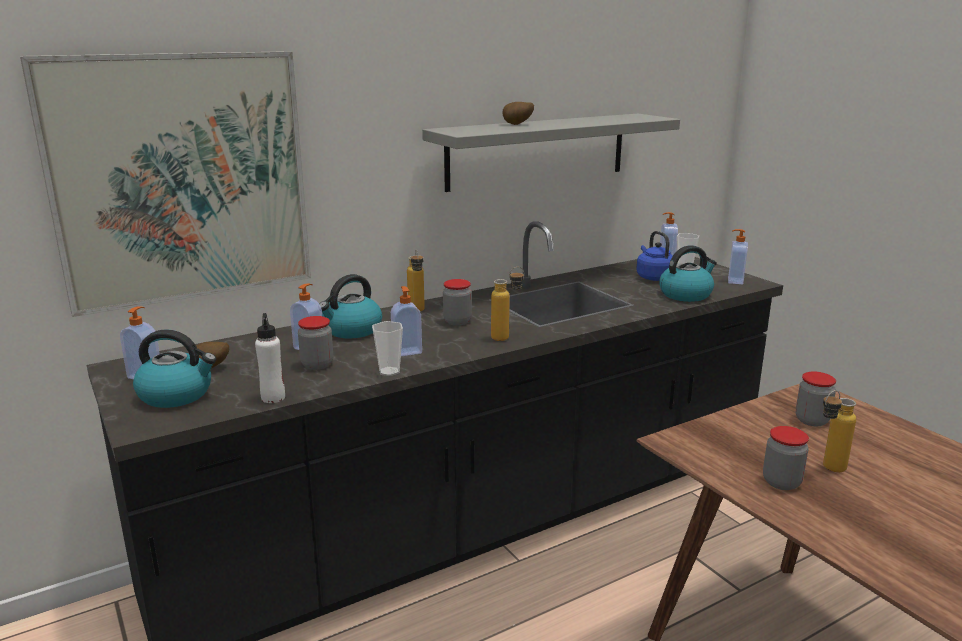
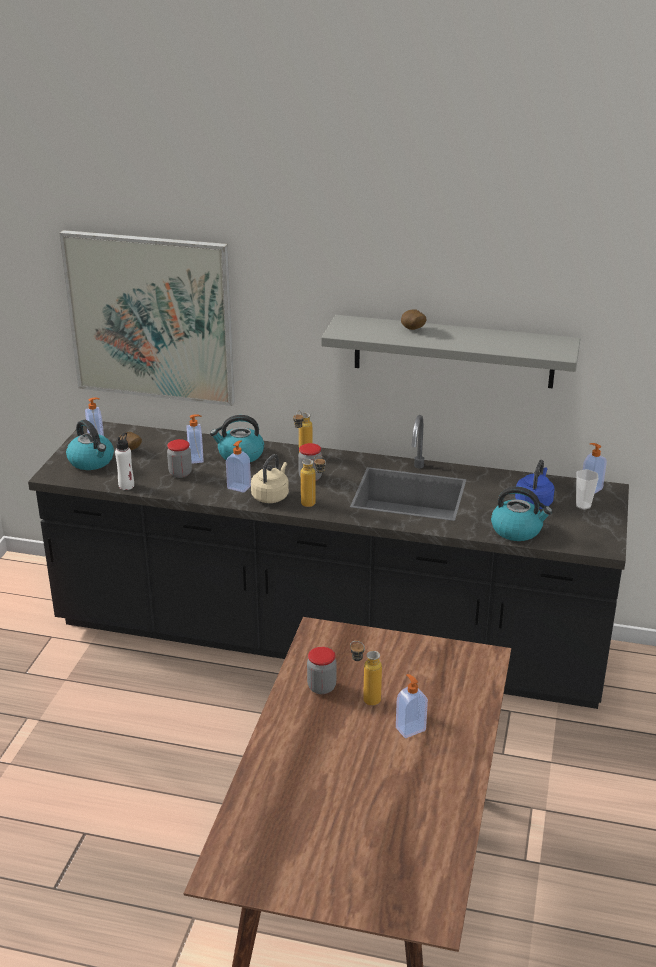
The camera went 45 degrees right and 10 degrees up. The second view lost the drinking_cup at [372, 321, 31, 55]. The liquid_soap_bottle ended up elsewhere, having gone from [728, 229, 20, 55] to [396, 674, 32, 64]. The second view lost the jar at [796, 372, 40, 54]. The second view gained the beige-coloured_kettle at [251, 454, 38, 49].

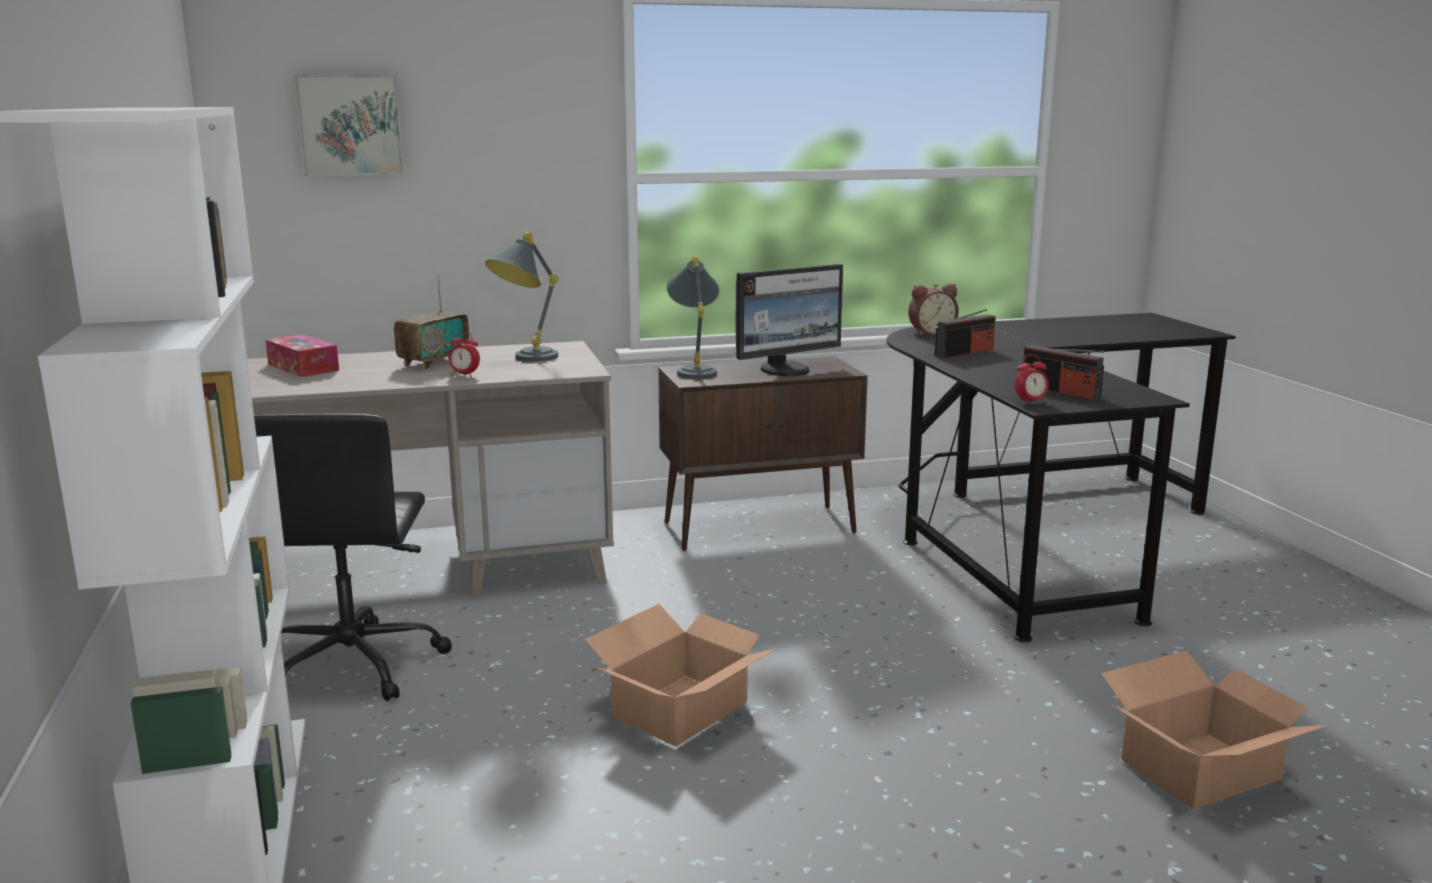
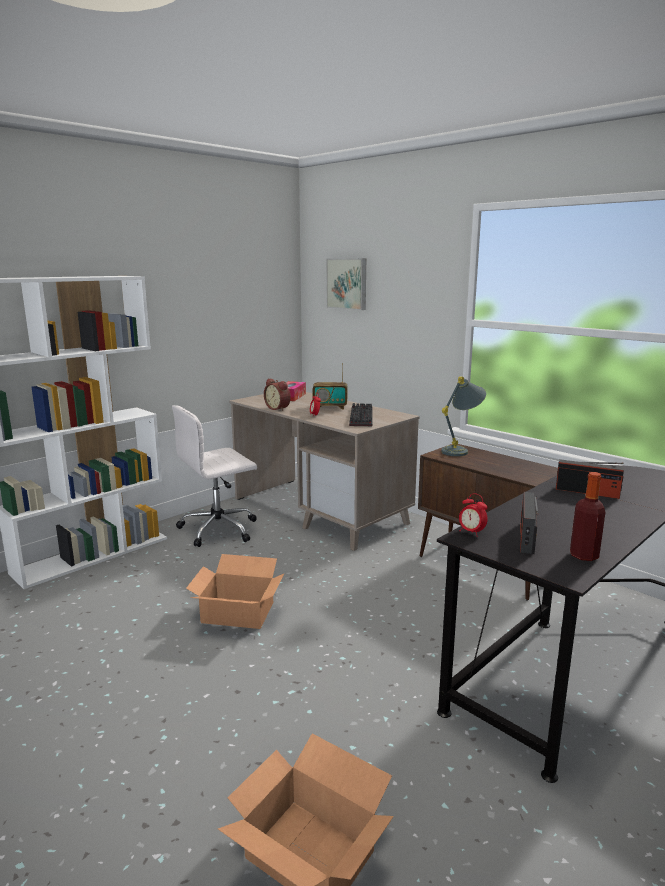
The camera went 60 degrees right and 0 degrees up. What was the black_desk_chair at [254, 414, 198, 287] turned into the whitish_desk_chair at [172, 405, 85, 142]. Where the gray_lamp_for_a_table stood at [485, 232, 74, 130], the PC_keyboard came to stand at [349, 403, 24, 23]. The second view lost the computer_screen at [736, 264, 107, 112]. The table_clock ended up elsewhere, having gone from [908, 284, 51, 52] to [264, 378, 27, 33]. The second view gained the beverage_bottle at [570, 472, 36, 89].

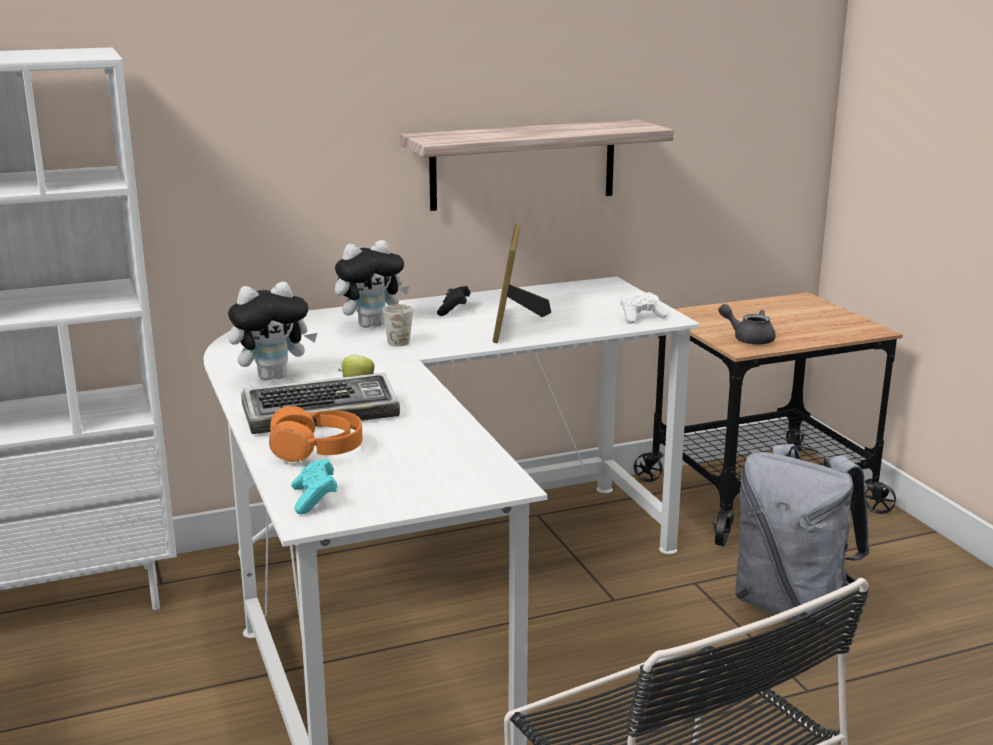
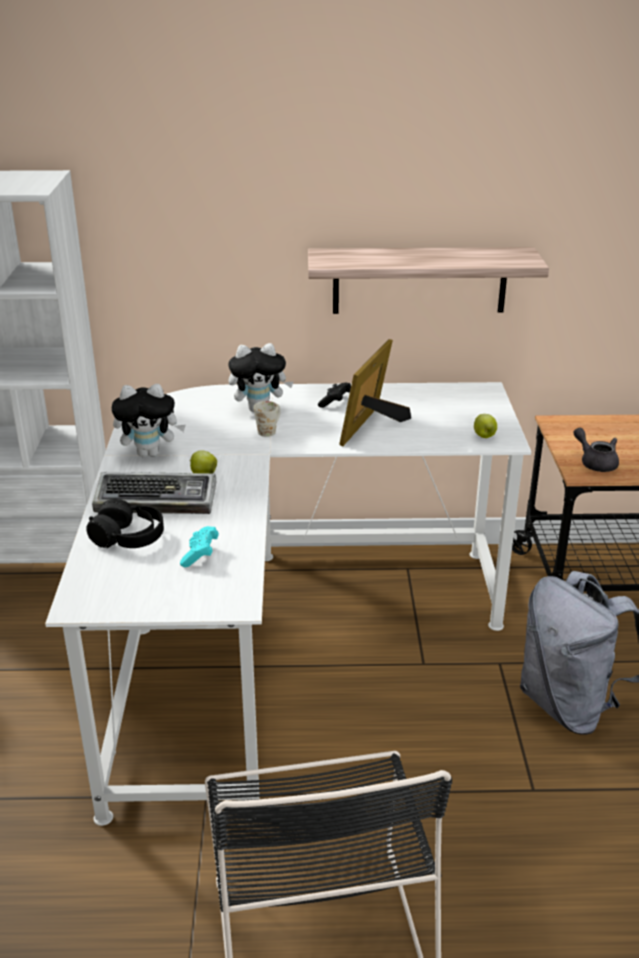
The camera went 20 degrees right and 10 degrees up. What was the orange_headphones at [269, 406, 94, 56] turned into the black_headphones at [87, 499, 77, 49]. The turquoise_gamepad ended up elsewhere, having gone from [291, 459, 47, 56] to [180, 526, 39, 41]. Where the whitish_gamepad stood at [620, 292, 47, 32], the apple came to stand at [474, 414, 23, 24].

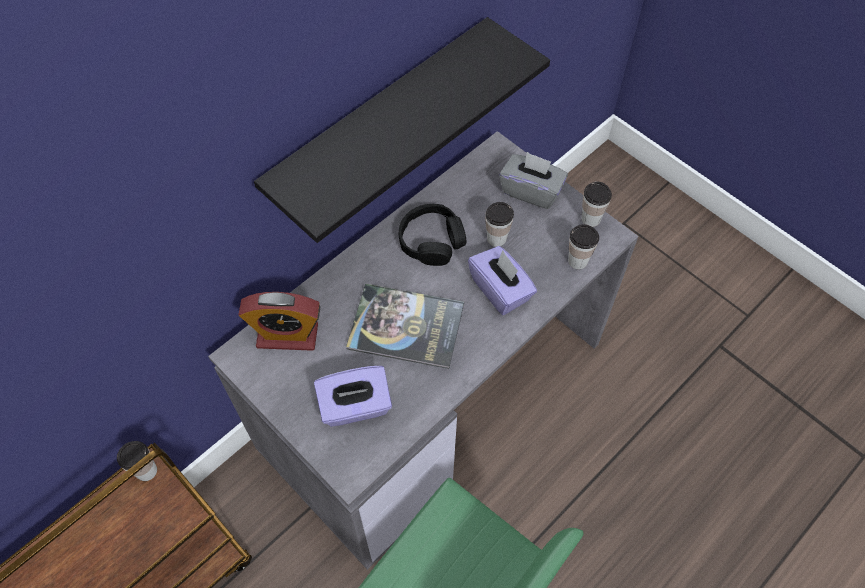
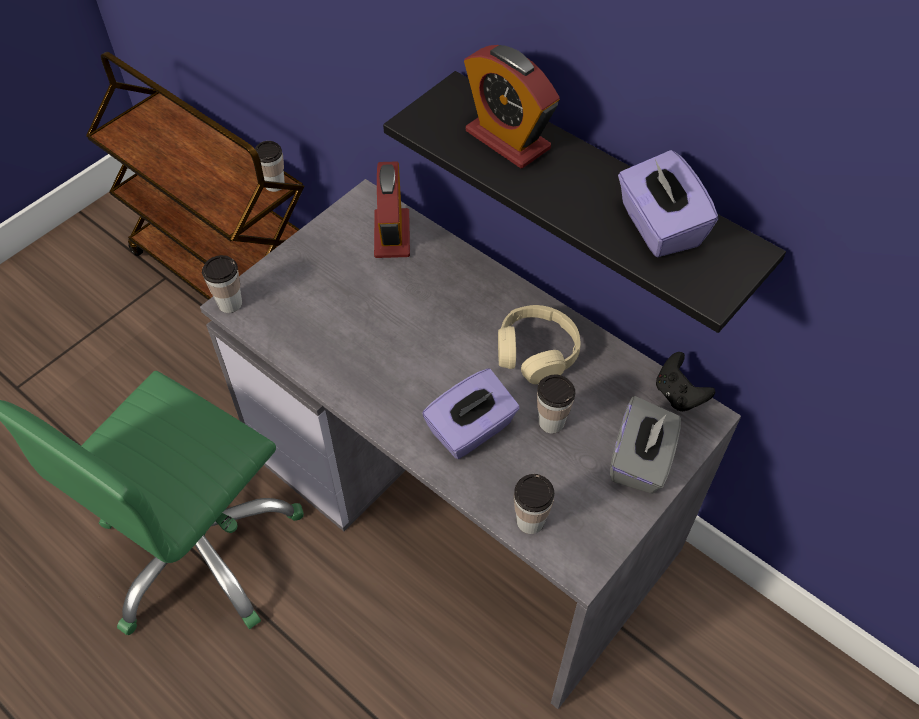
The camera went 85 degrees right and 5 degrees down. The purple_box_of_tissues ended up elsewhere, having gone from [314, 366, 78, 61] to [618, 150, 100, 107]. The second view lost the volume at [346, 284, 118, 85]. What was the black_headphones at [399, 204, 67, 62] turned into the beige-coloured_headphones at [498, 305, 83, 79]. The drinking_cup ended up elsewhere, having gone from [581, 182, 31, 45] to [202, 255, 40, 58]. The second view gained the table_clock at [464, 45, 96, 124]. The second view gained the black_gamepad at [656, 352, 59, 59].

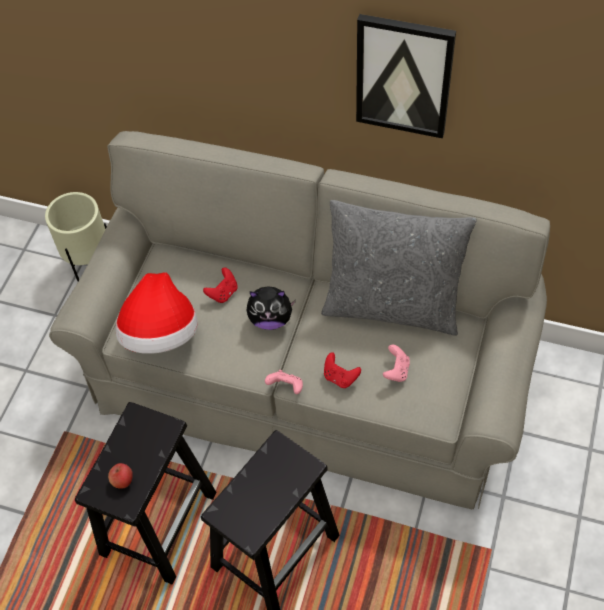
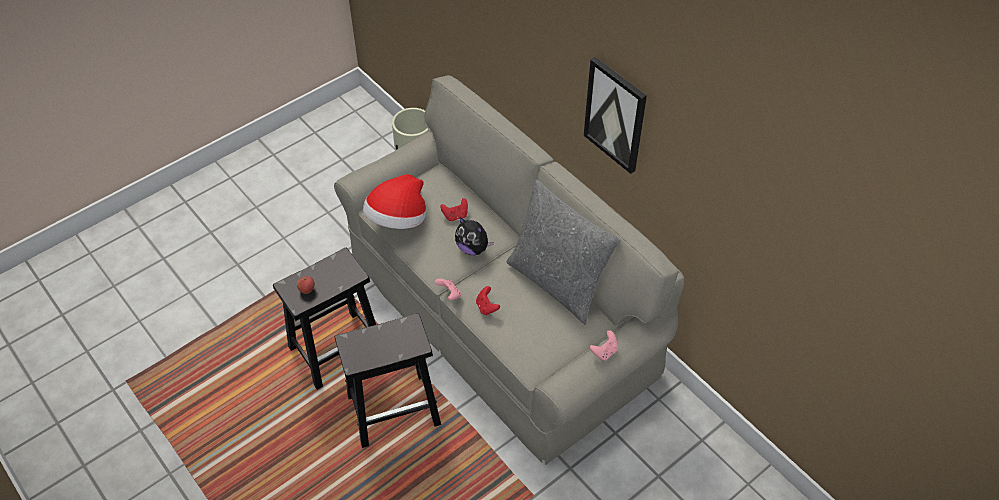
The camera went 30 degrees right and 5 degrees down. The pink_gamepad ended up elsewhere, having gone from [383, 345, 27, 37] to [590, 330, 28, 30].

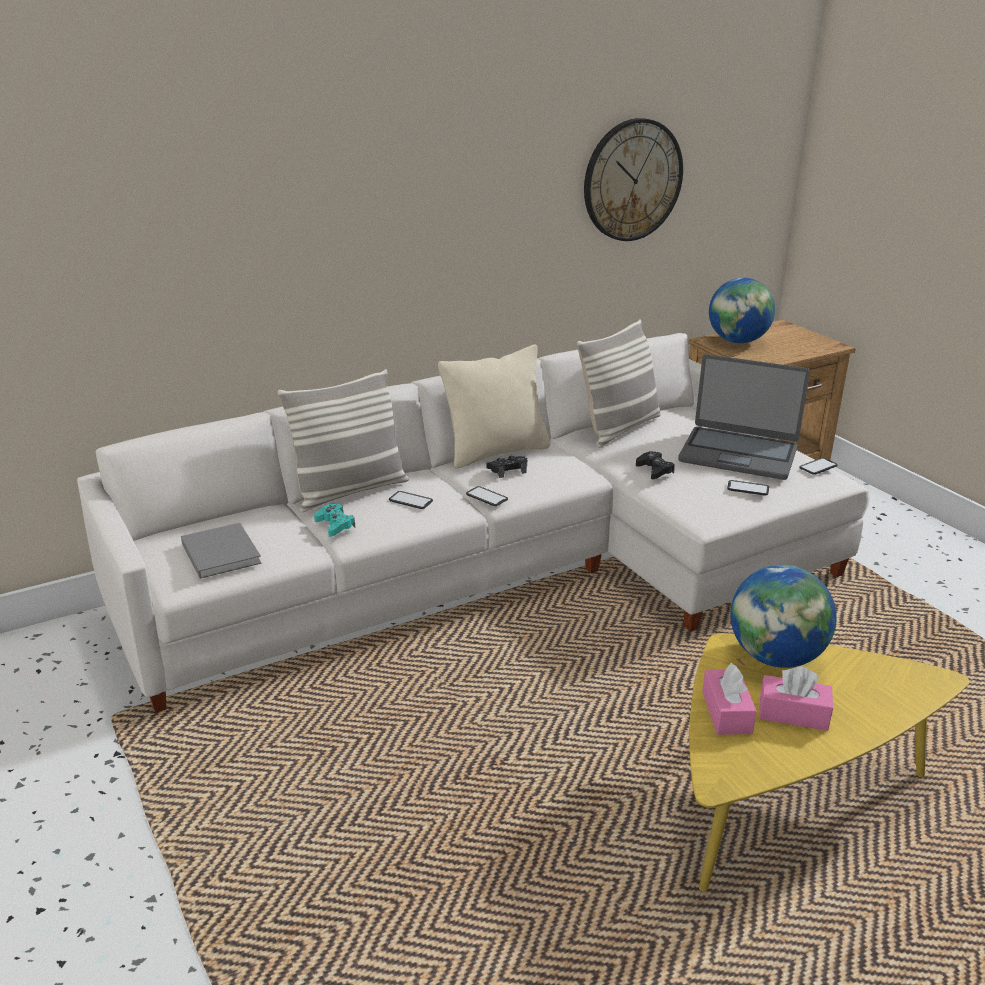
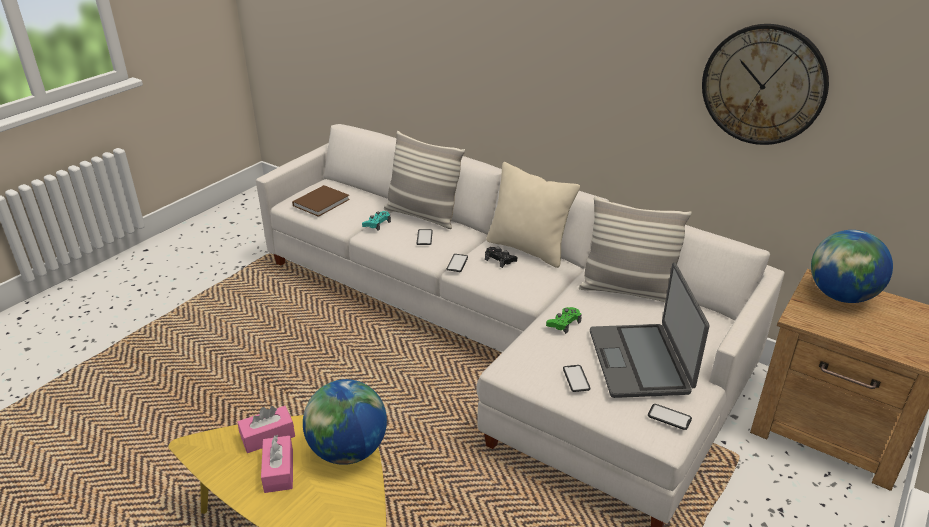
The camera went 65 degrees right and 5 degrees up. What was the gray_volume at [181, 523, 81, 56] turned into the brown-coloured_volume at [292, 185, 58, 32]. What was the black_gamepad at [636, 451, 39, 28] turned into the green_gamepad at [546, 307, 36, 27].

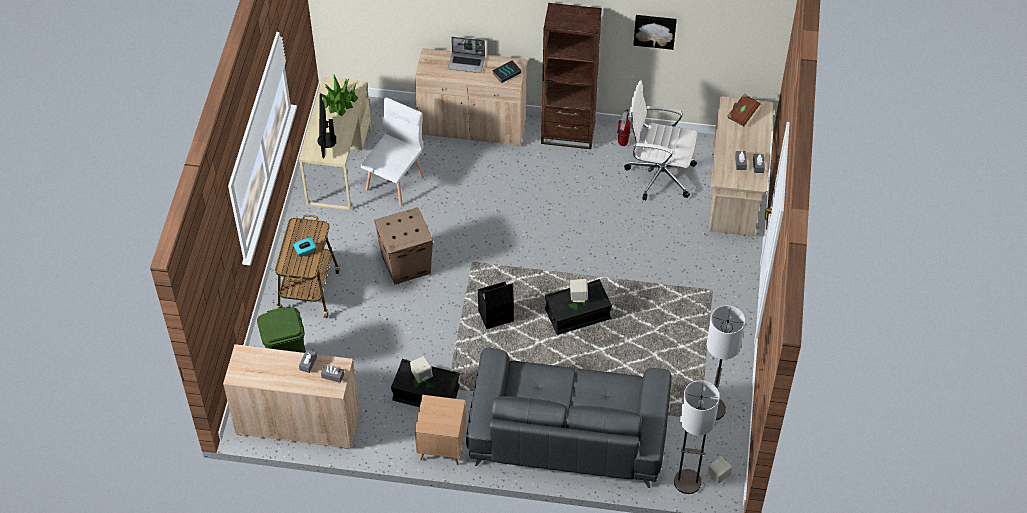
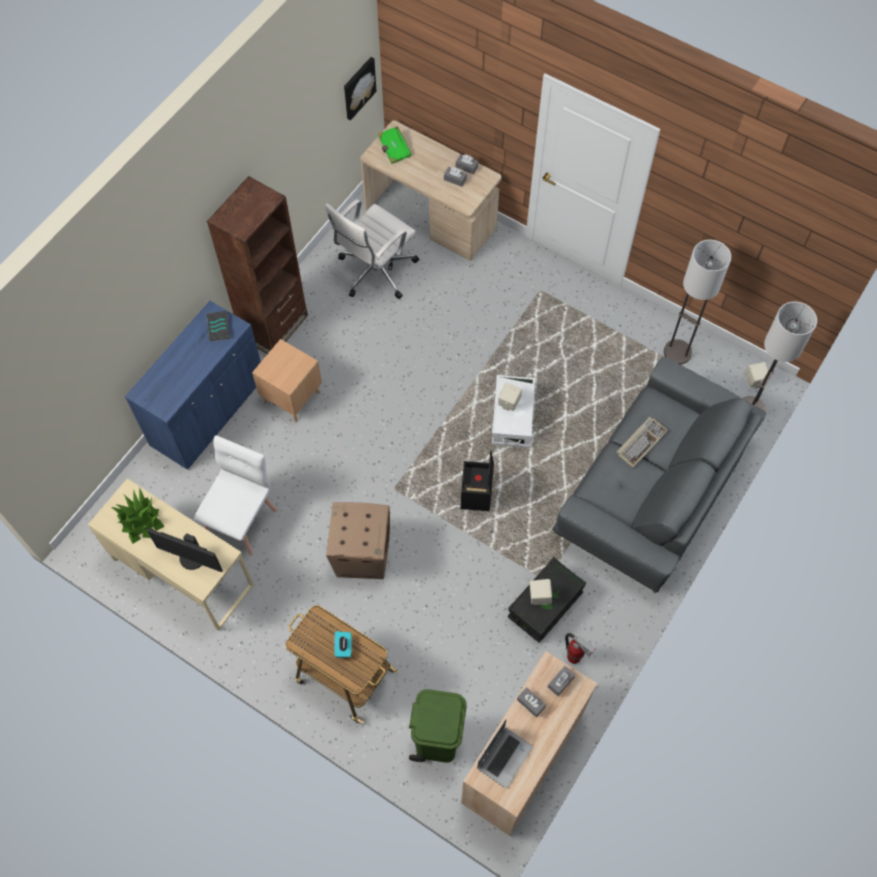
The camera went 65 degrees left and 10 degrees up. The whitish_plain_chair at [361, 97, 63, 109] ended up facing another way, 60 degrees clockwise from before. What was the beige-coloured_storage_cabinet at [415, 48, 112, 97] turned into the bluish_storage_cabinet at [125, 301, 136, 169]. The brown-coloured_accent_table ended up elsewhere, having gone from [415, 395, 51, 70] to [252, 339, 70, 83]. The notebook_computer ended up elsewhere, having gone from [448, 37, 37, 36] to [477, 719, 56, 69]. What was the black_storage_bin at [545, 279, 67, 56] turned into the whitish_storage_bin at [492, 375, 43, 73]. The fire-fighting_cylinder ended up elsewhere, having gone from [617, 110, 14, 36] to [565, 633, 31, 31]. The wall_picture ended up elsewhere, having gone from [633, 15, 44, 35] to [344, 57, 33, 64]. What was the brown-coloured_volume at [727, 94, 34, 32] turned into the green_volume at [378, 126, 34, 38]. The second view gained the PC_keyboard at [616, 417, 52, 51].

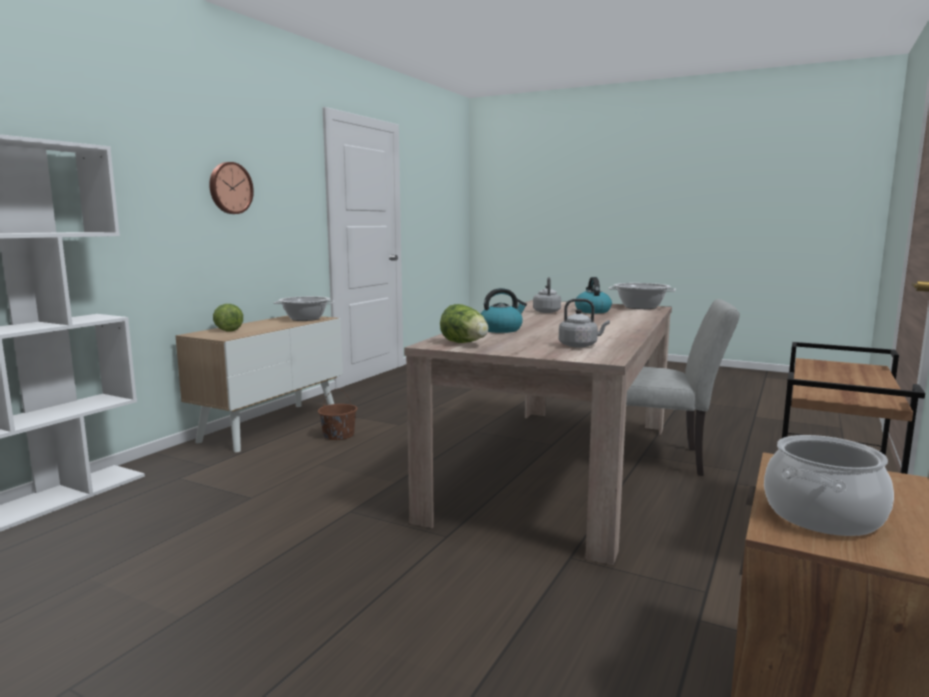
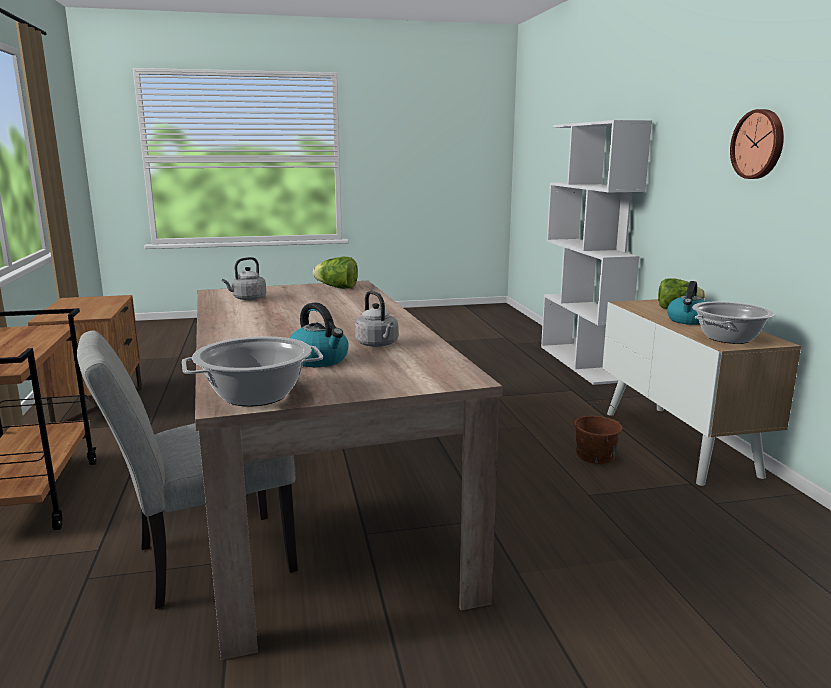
The camera went 140 degrees right and 5 degrees up. The kettle ended up elsewhere, having gone from [481, 288, 46, 45] to [667, 281, 39, 44]. The second view lost the stockpot at [764, 435, 130, 101].

